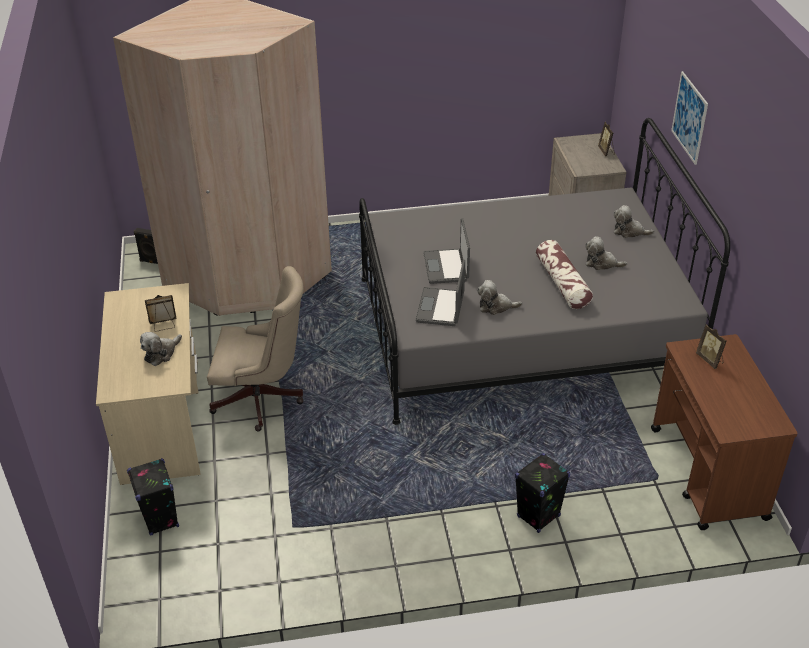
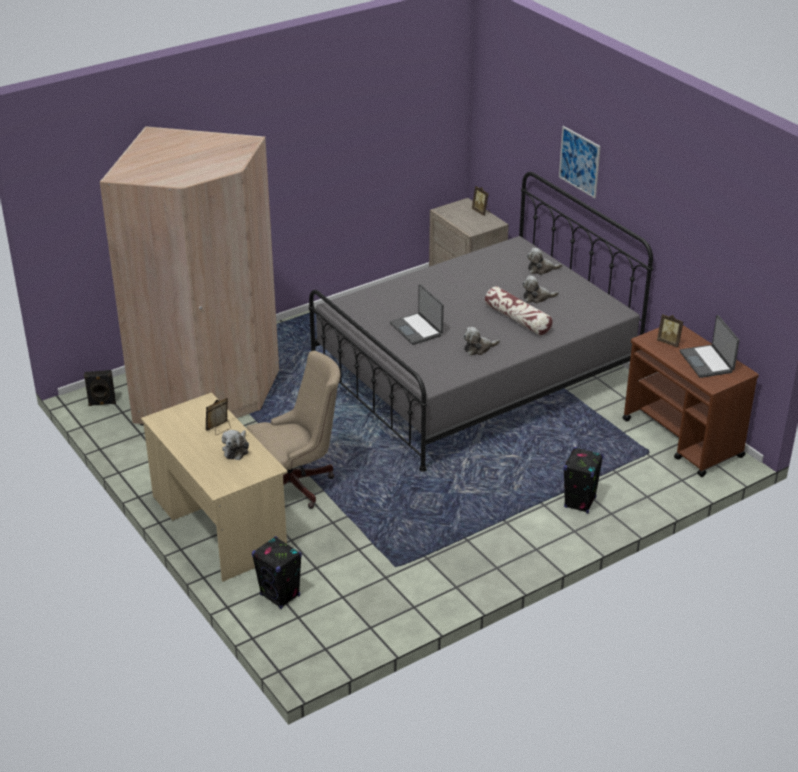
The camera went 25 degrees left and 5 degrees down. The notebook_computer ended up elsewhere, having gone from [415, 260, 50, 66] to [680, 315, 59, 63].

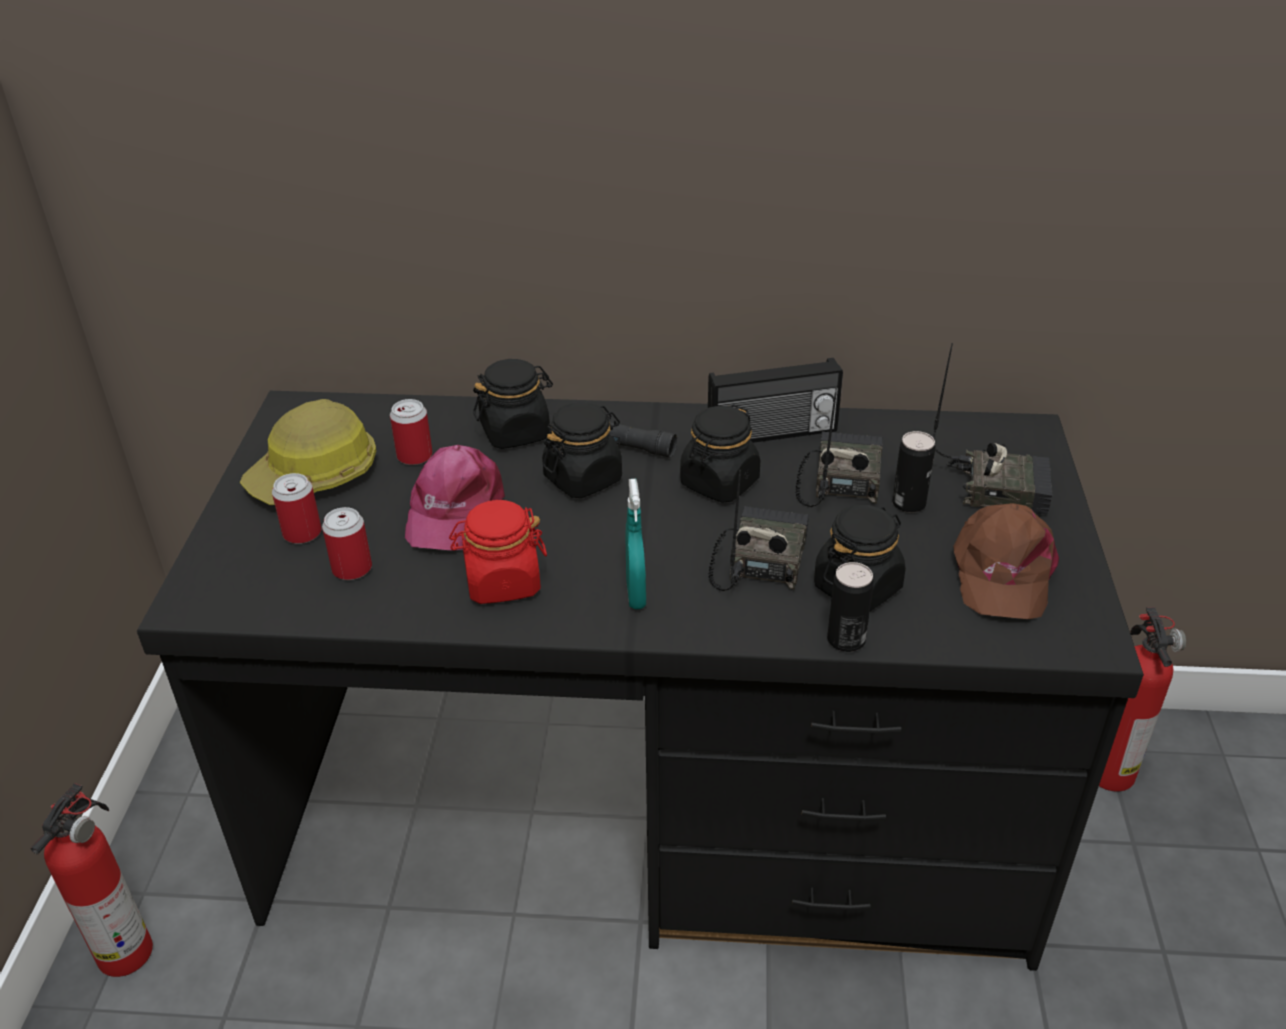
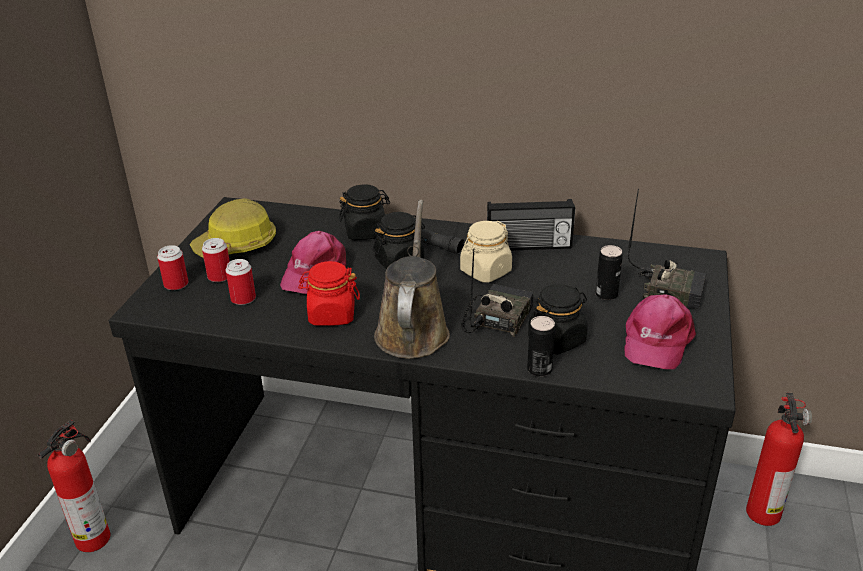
The camera went 10 degrees right and 5 degrees down. The can ended up elsewhere, having gone from [390, 399, 42, 66] to [157, 245, 31, 45]. Where the turquoise_sprayer stood at [625, 479, 21, 130], the brown-coloured_watering_can came to stand at [374, 200, 76, 159]. What was the black_jar at [680, 404, 81, 99] turned into the beige-coloured_jar at [460, 221, 52, 62]. The second view lost the radio_set at [796, 388, 87, 119]. What was the brown-coloured_peaked_cap at [953, 503, 106, 116] turned into the pink_peaked_cap at [624, 294, 72, 75].

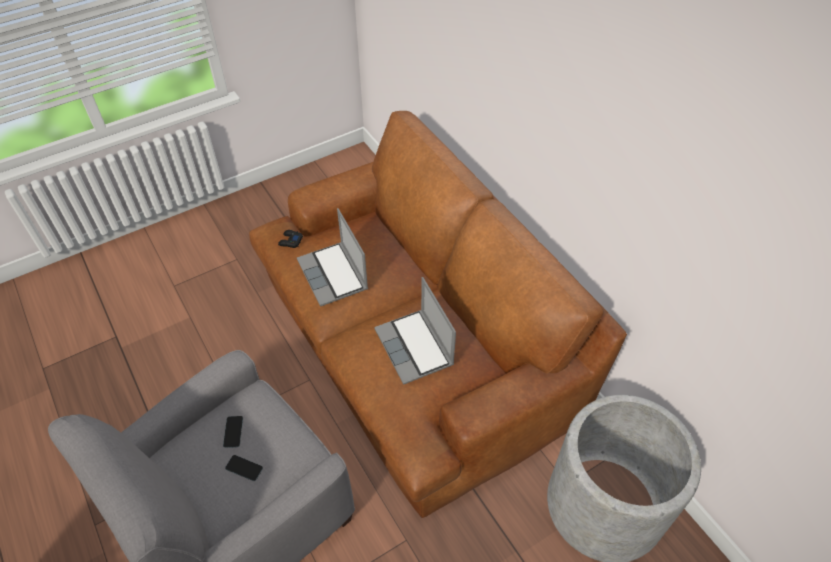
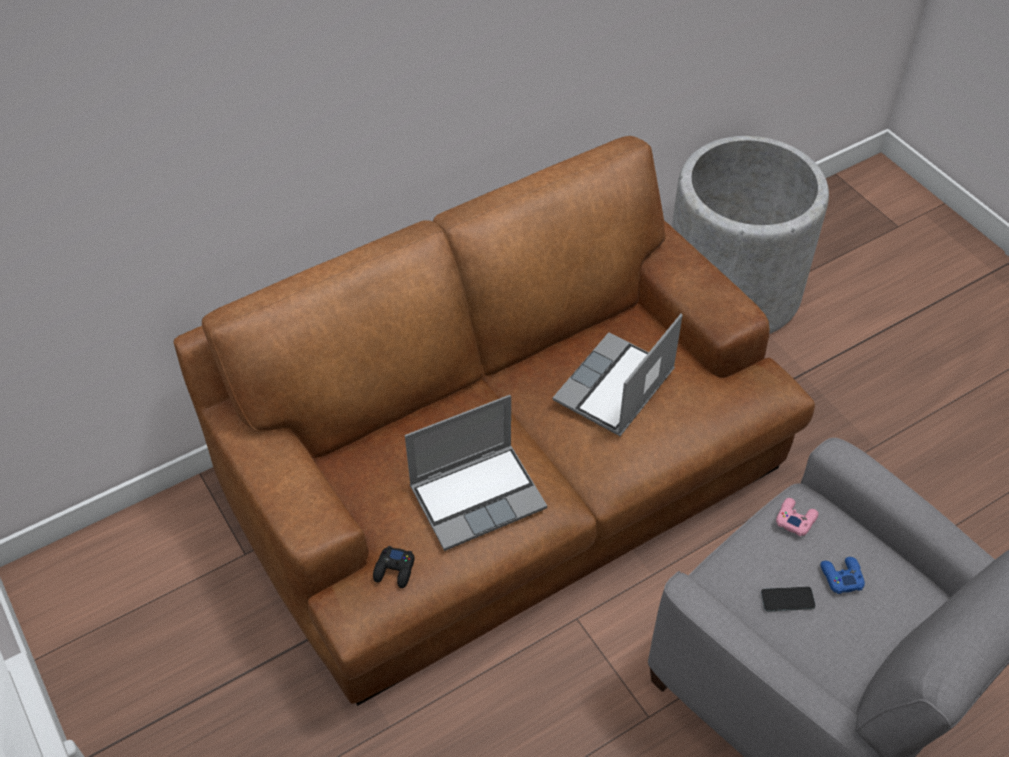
The camera went 90 degrees left and 0 degrees up. Where the handset stood at [225, 455, 38, 26], the bluish_gamepad came to stand at [820, 557, 45, 37]. The notebook_computer at [374, 277, 82, 108] ended up facing another way, 150 degrees clockwise from before. The second view gained the pink_gamepad at [776, 498, 43, 39].

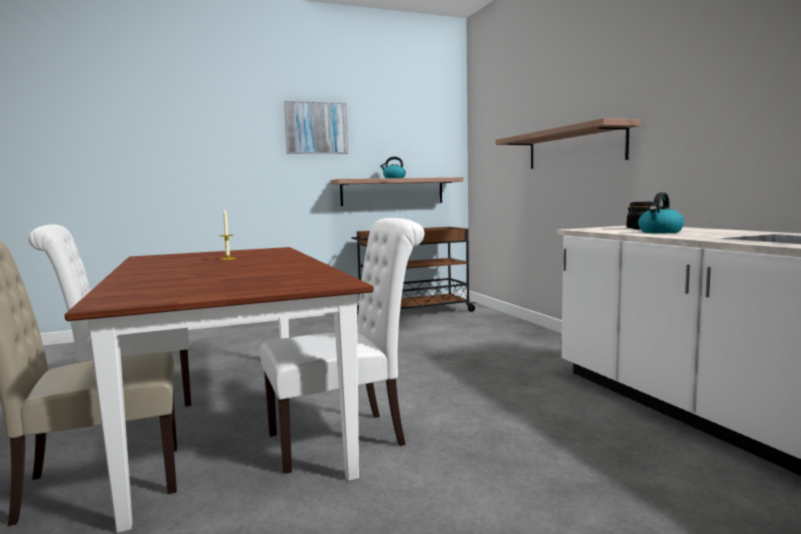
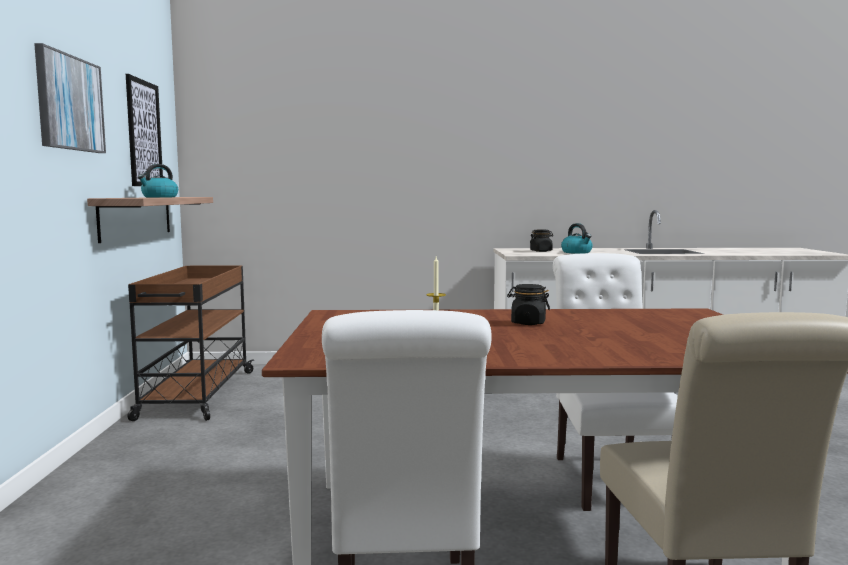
The camera went 70 degrees left and 0 degrees up. The second view lost the wall_shelf at [496, 118, 144, 51]. The second view gained the wall_picture at [126, 74, 37, 112]. The second view gained the black_jar at [507, 284, 43, 41].

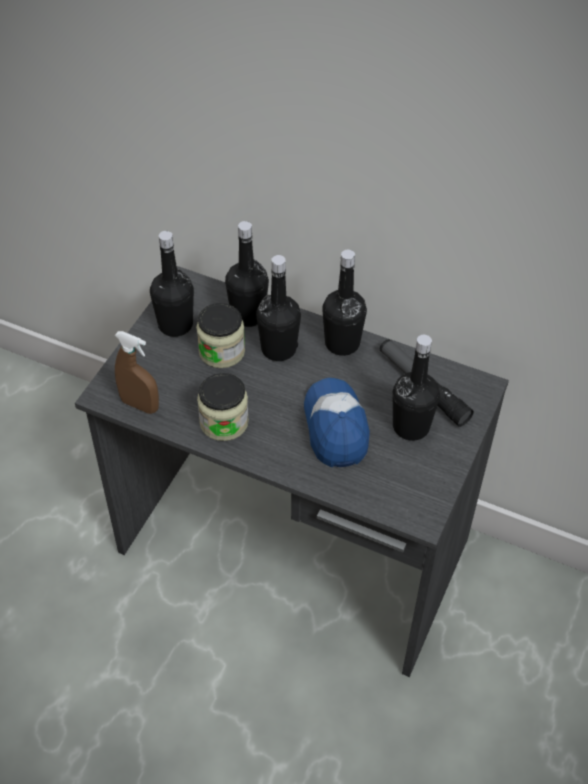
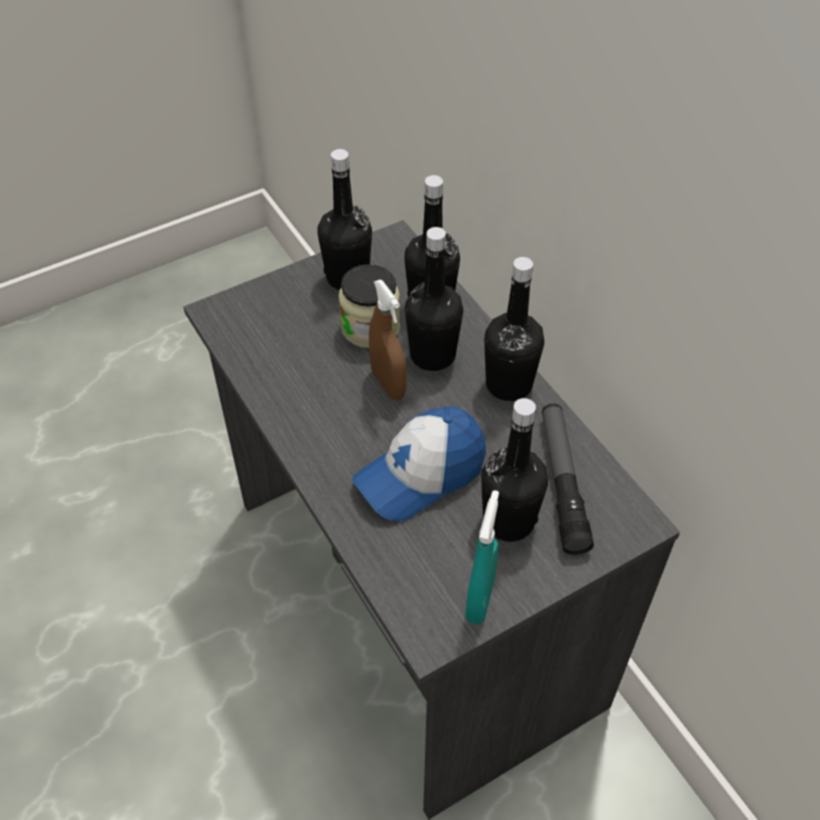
The camera went 35 degrees right and 0 degrees up. The brown-coloured_sprayer ended up elsewhere, having gone from [115, 331, 44, 83] to [369, 279, 38, 121]. The second view lost the jar at [197, 373, 52, 68]. The peaked_cap at [304, 378, 66, 89] ended up facing another way, 150 degrees counterclockwise from before. The second view gained the turquoise_sprayer at [465, 490, 34, 134].

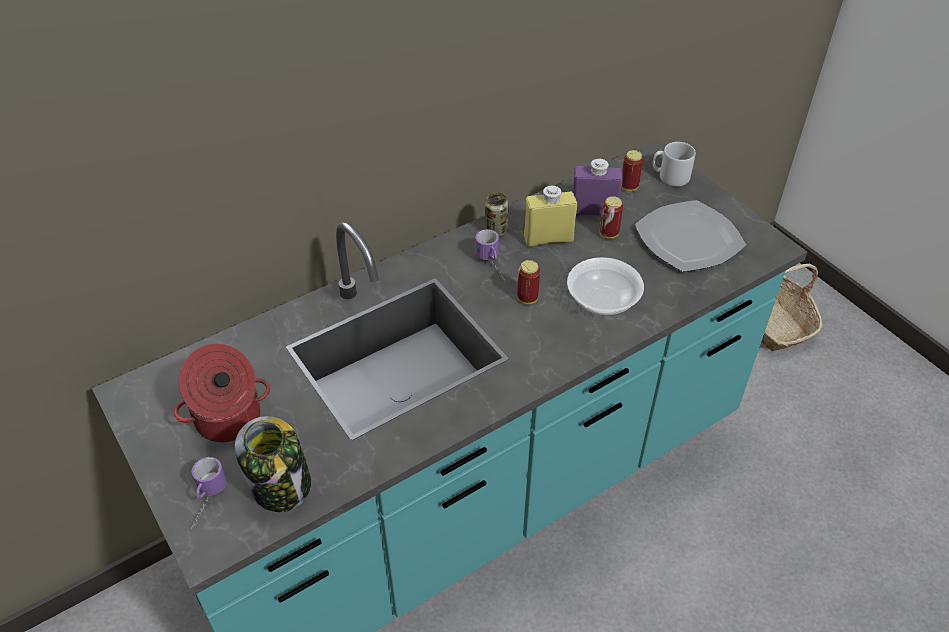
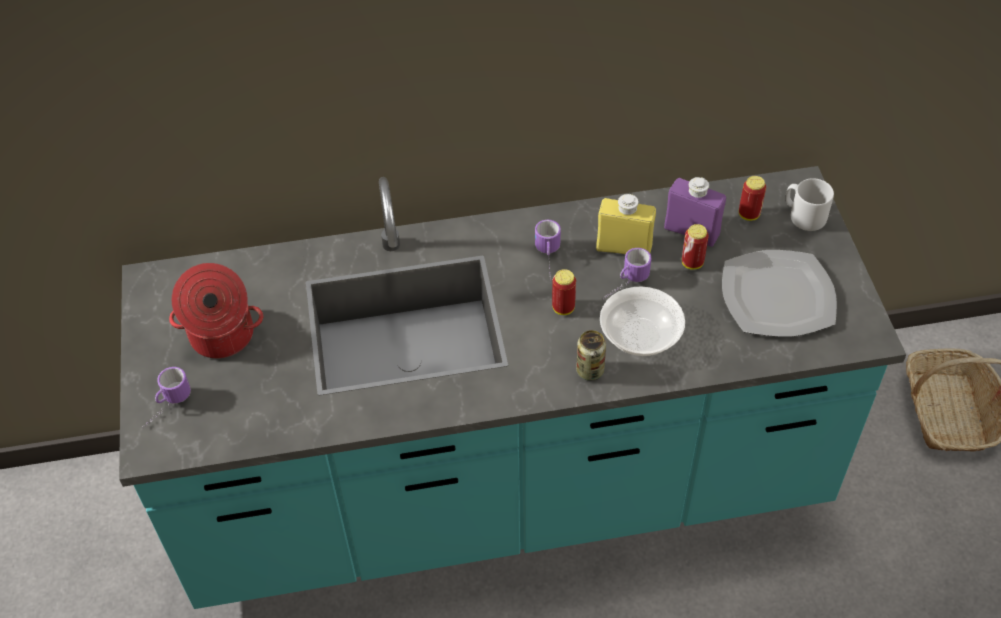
The camera went 25 degrees right and 5 degrees up. The second view lost the jar at [235, 416, 76, 96]. The can ended up elsewhere, having gone from [485, 192, 23, 45] to [576, 330, 30, 51]. The second view gained the mug at [603, 248, 49, 52].

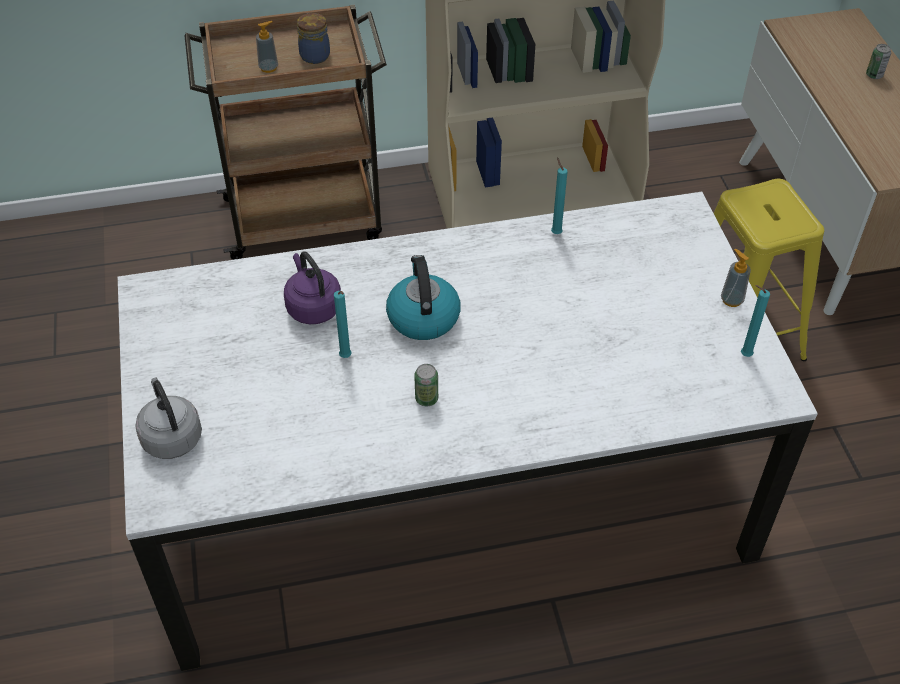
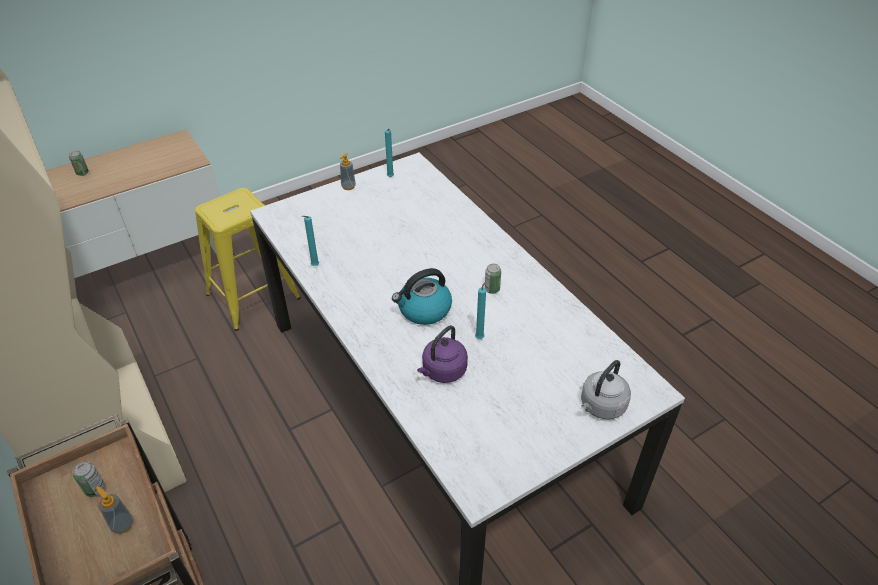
The camera went 110 degrees left and 5 degrees down. Where the jar stood at [297, 13, 33, 51], the can came to stand at [73, 461, 32, 36].

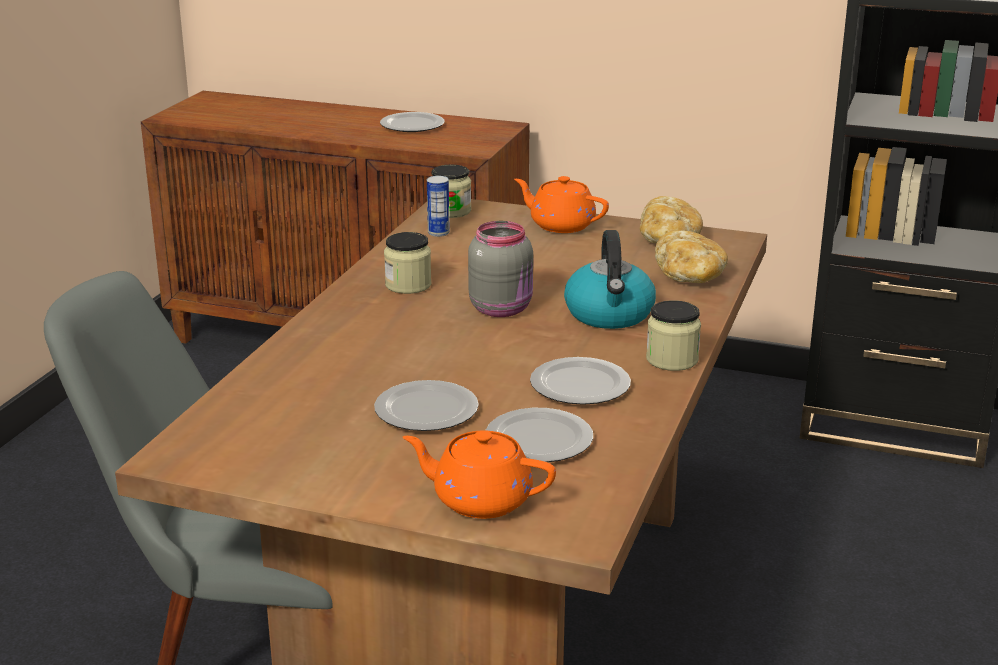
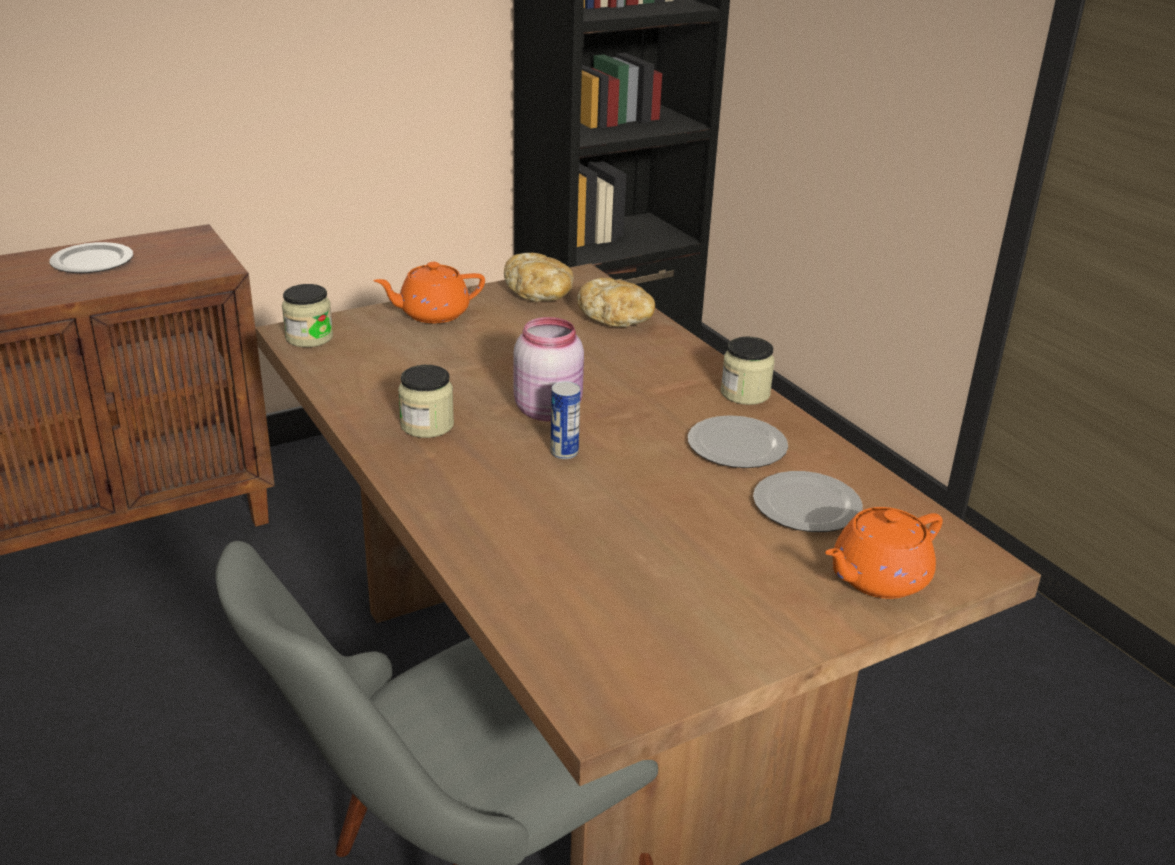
The camera went 50 degrees left and 5 degrees up. The second view lost the flat_dish at [374, 380, 105, 51]. The can ended up elsewhere, having gone from [427, 176, 23, 61] to [550, 381, 31, 78]. What was the gray_jar at [468, 221, 65, 96] turned into the pink_jar at [513, 317, 71, 104]. The second view lost the kettle at [564, 230, 92, 99].

